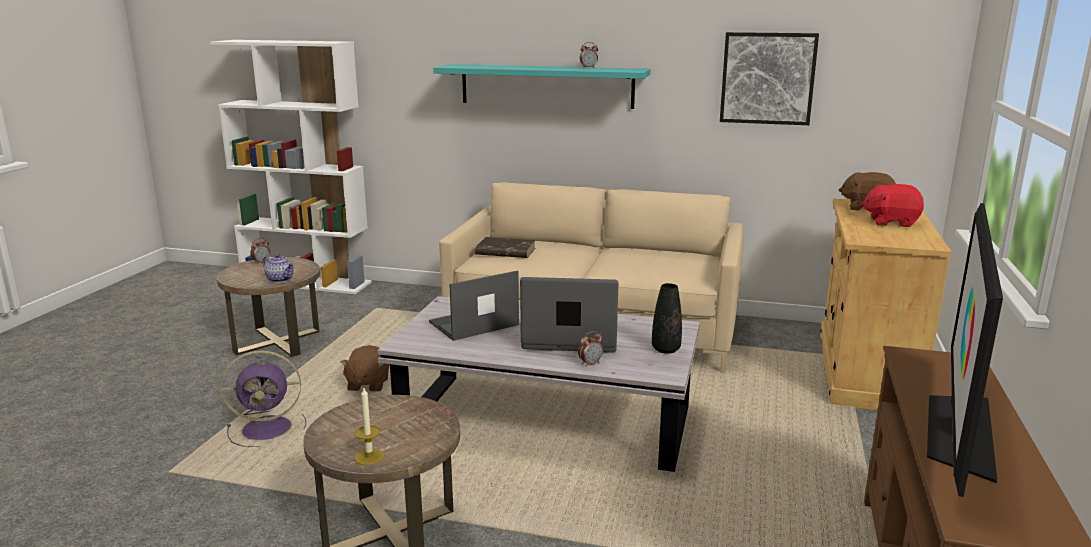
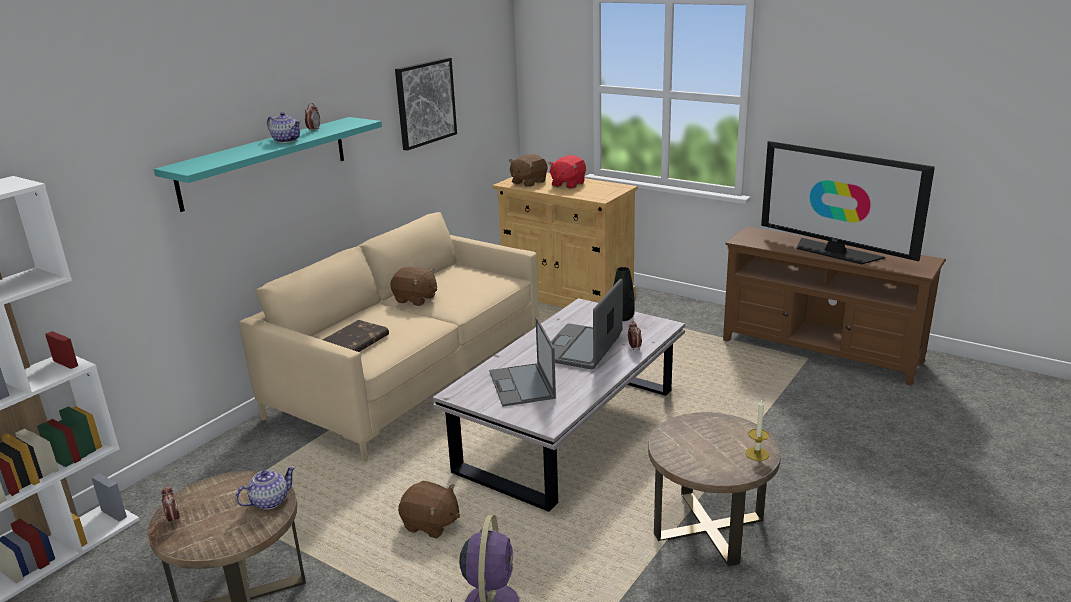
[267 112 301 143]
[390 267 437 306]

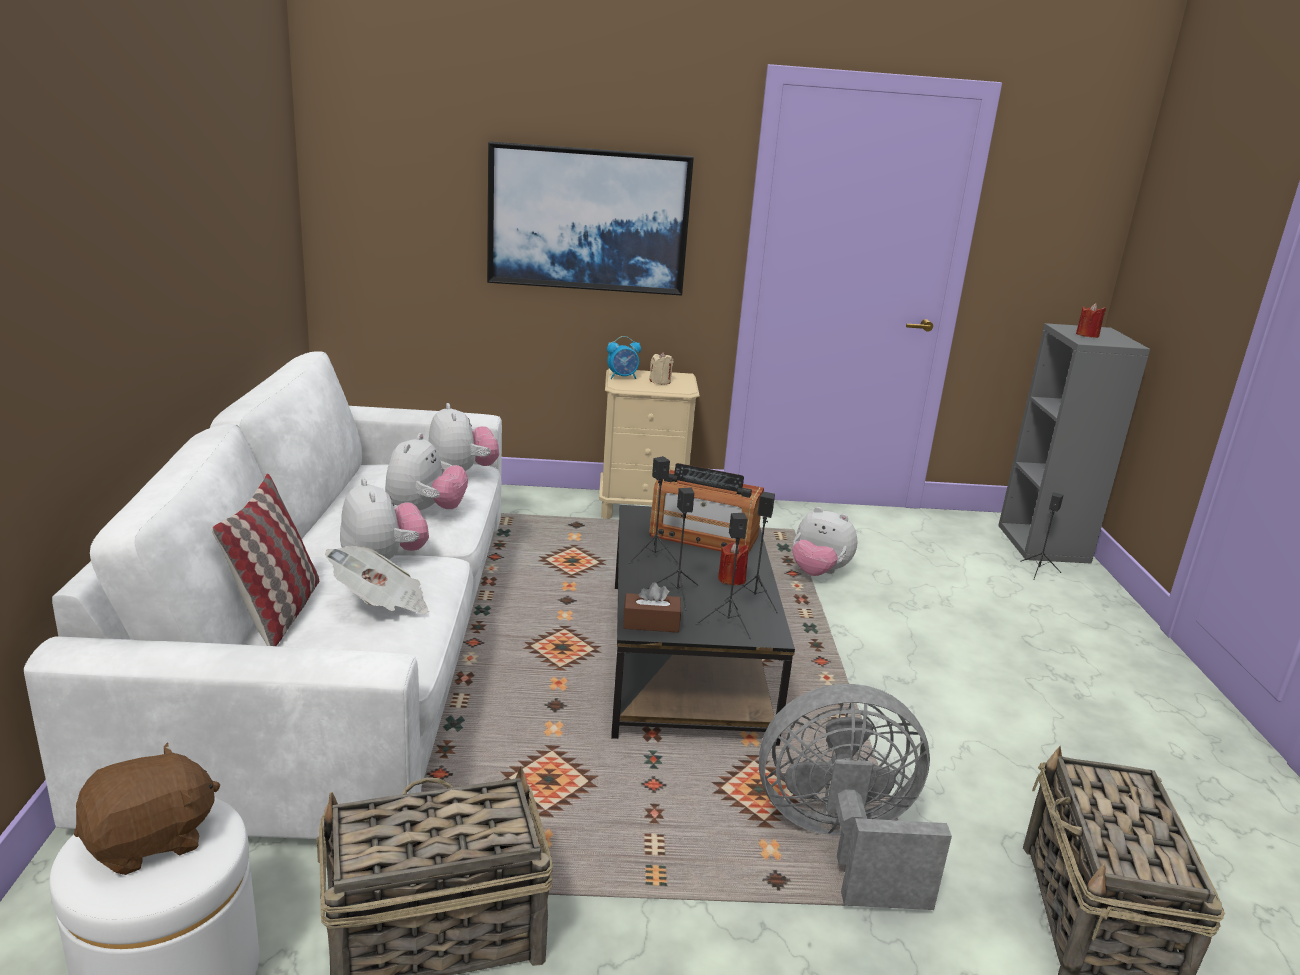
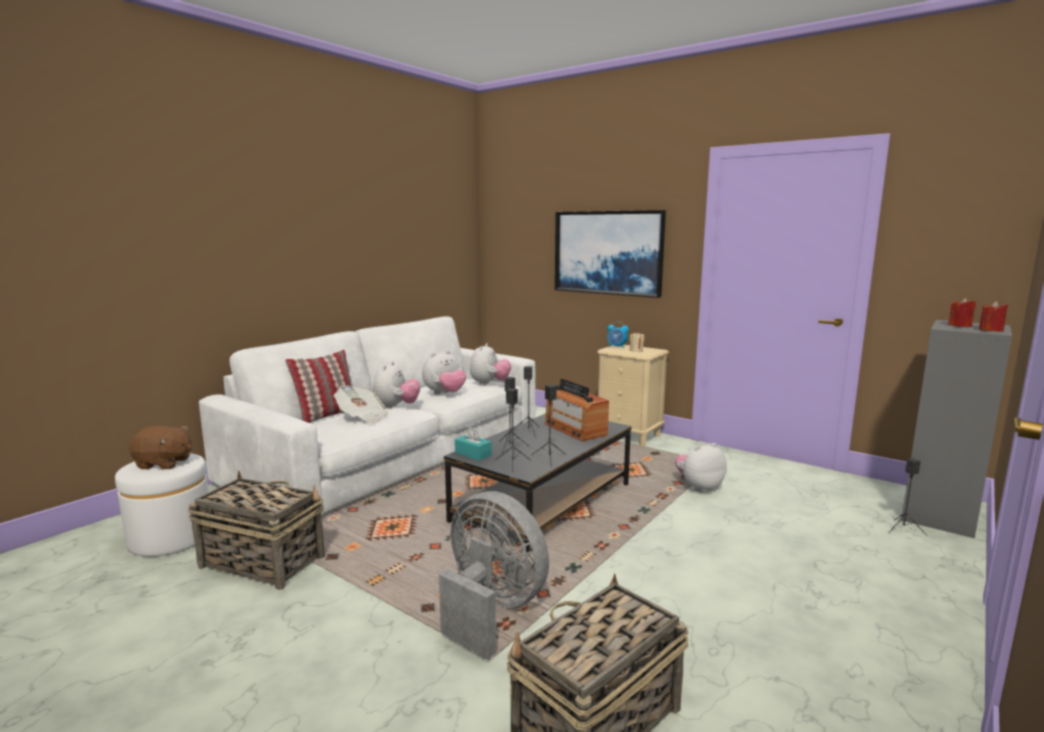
[979 301 1008 332]
[455 427 492 461]
[675 443 727 492]

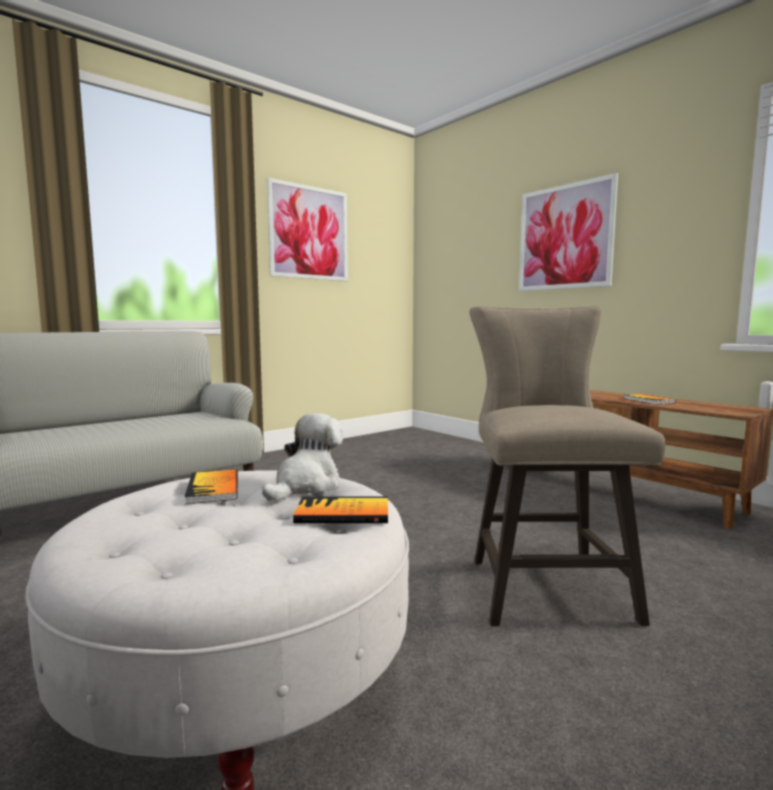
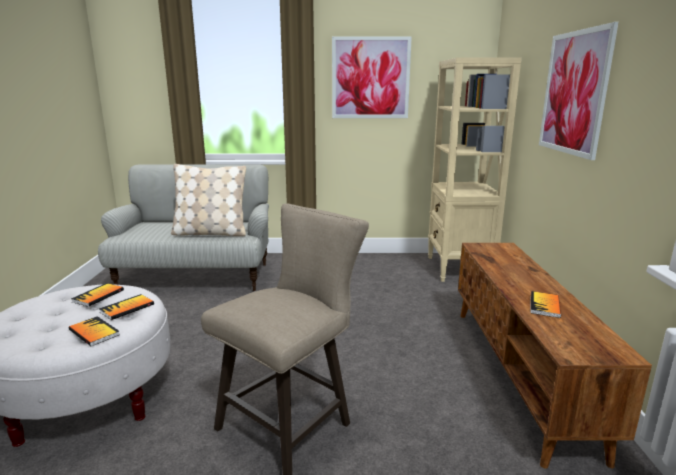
[171 164 246 236]
[428 57 522 282]
[99 294 154 320]

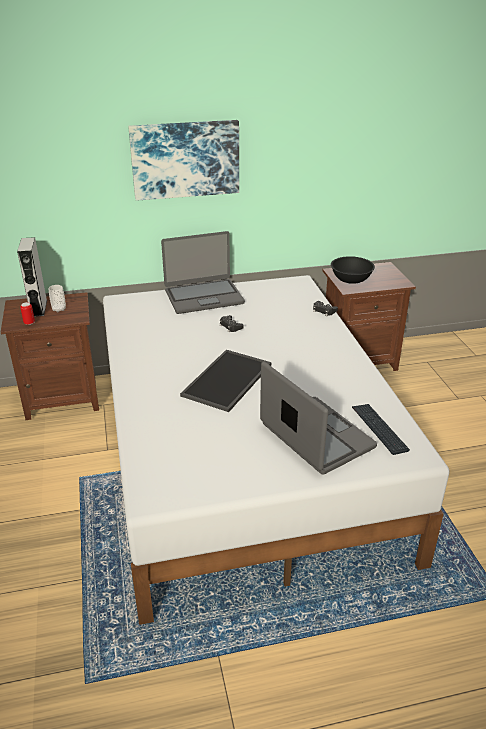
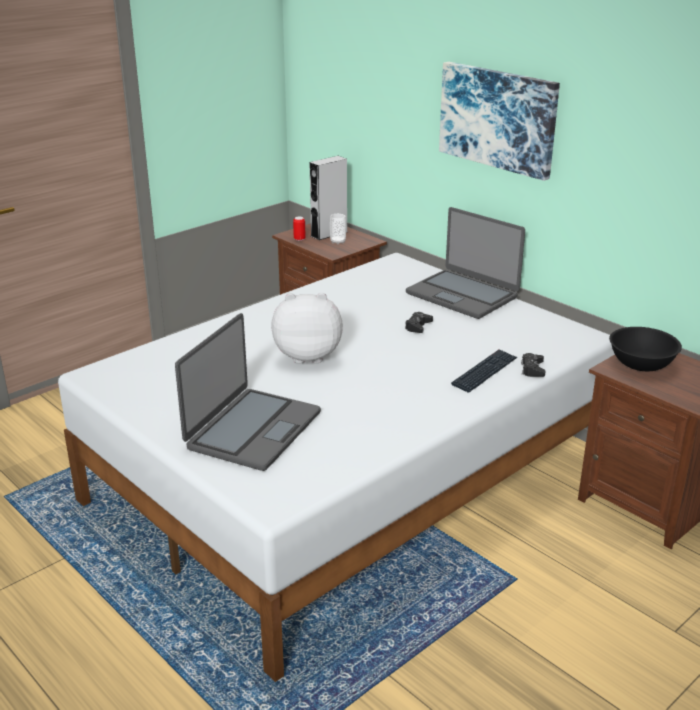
[451 349 517 393]
[271 293 343 364]

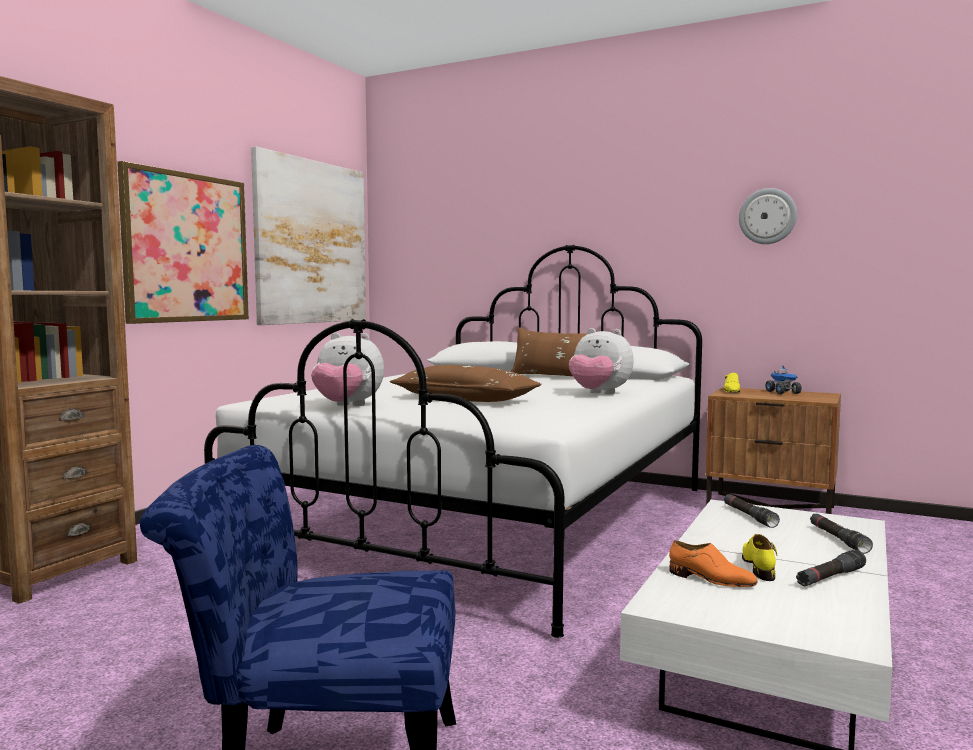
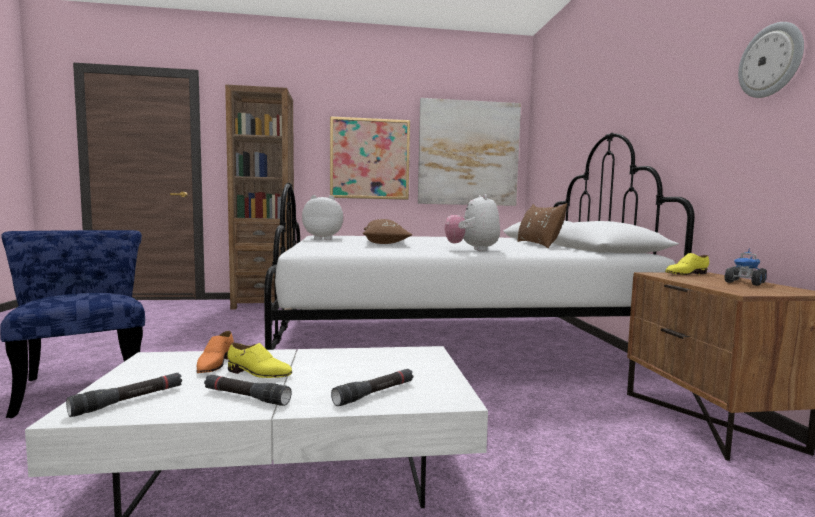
[66 373 182 417]
[302 195 344 240]
[227 343 292 378]

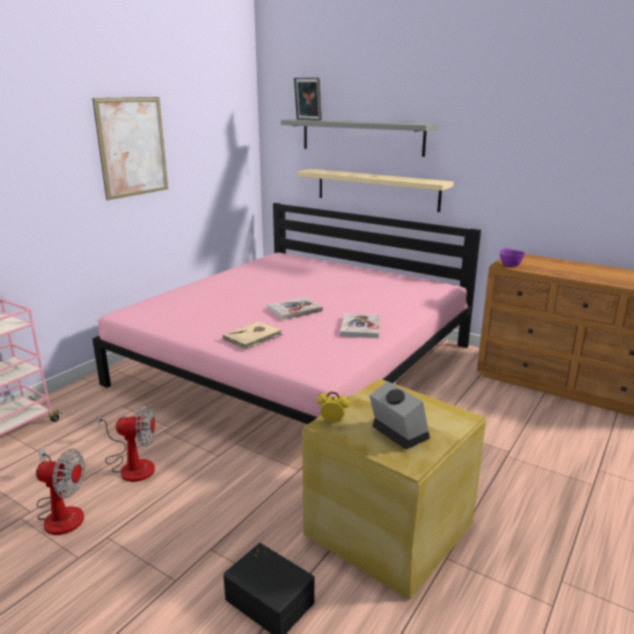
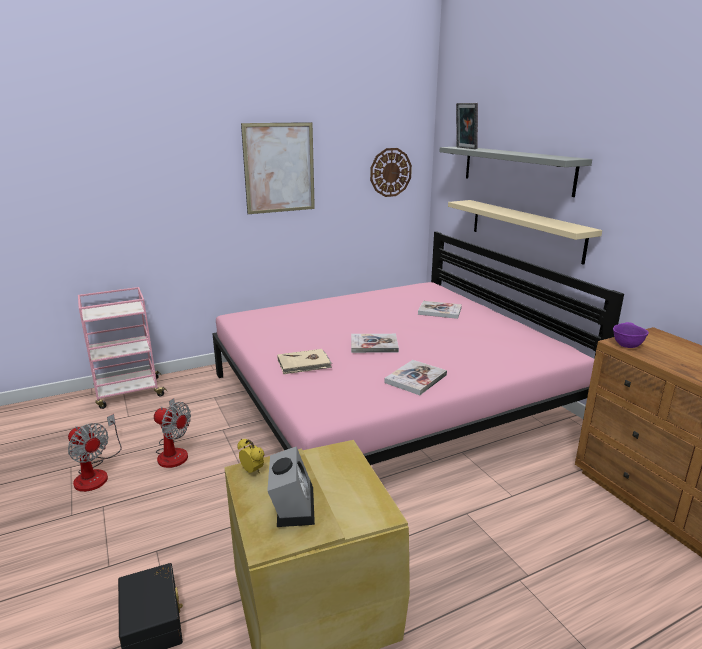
[370 148 412 197]
[418 301 462 319]

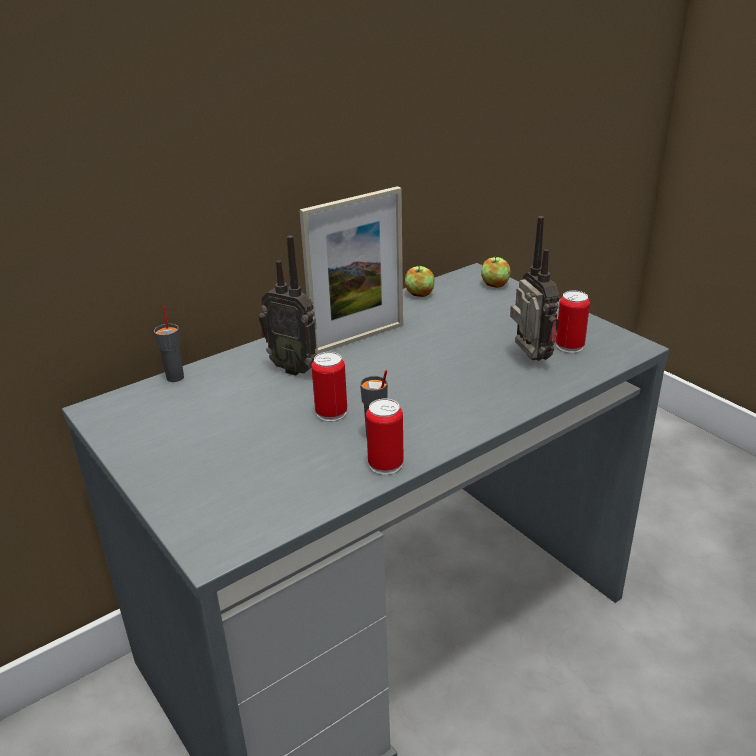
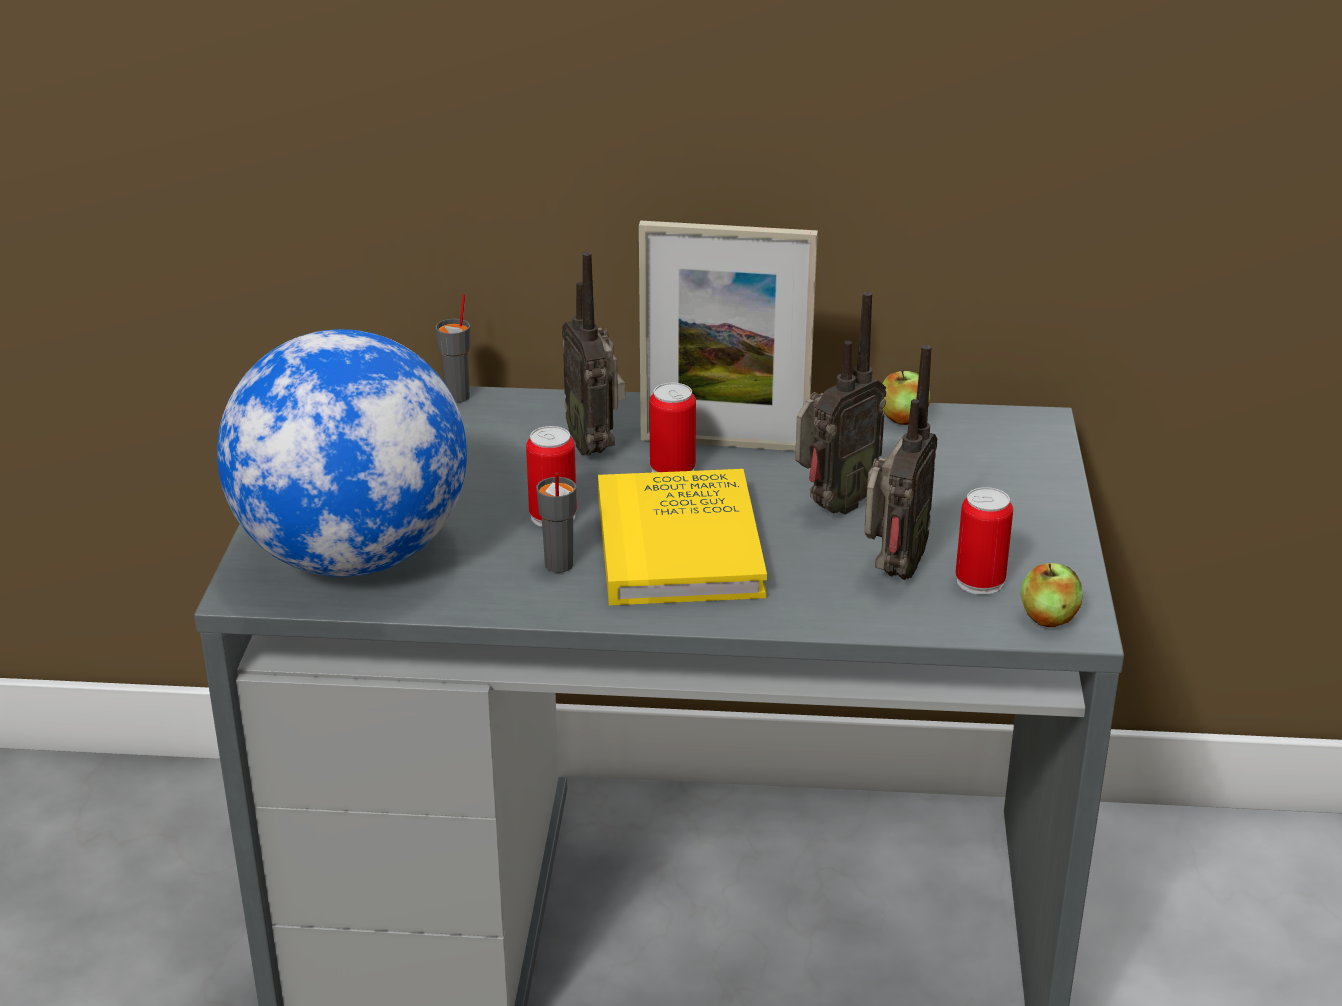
[217 329 467 577]
[598 469 767 606]
[795 292 886 515]
[650 383 696 473]
[1020 563 1082 627]

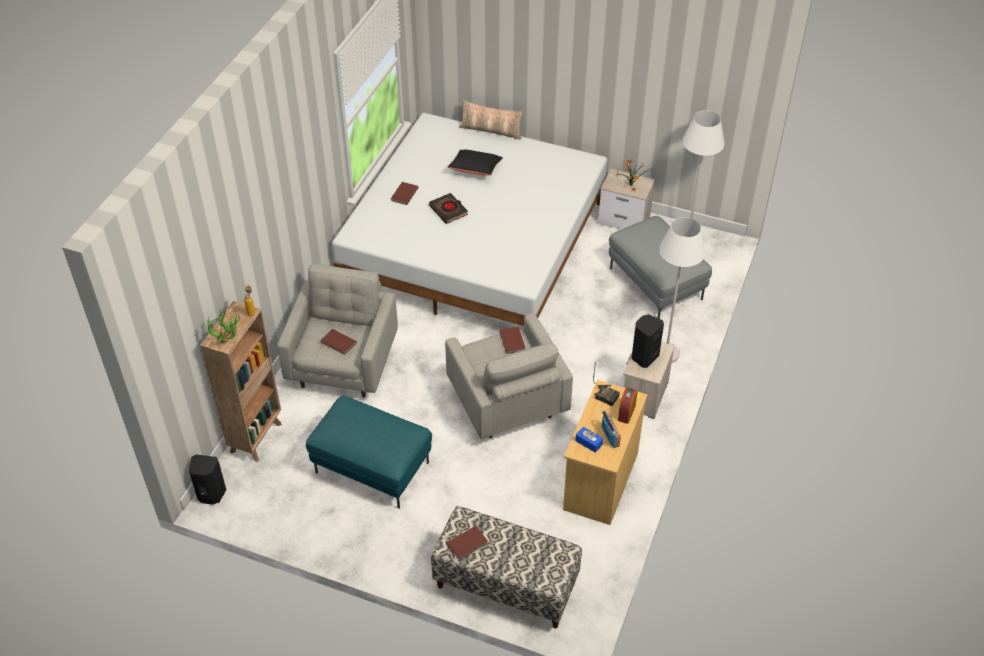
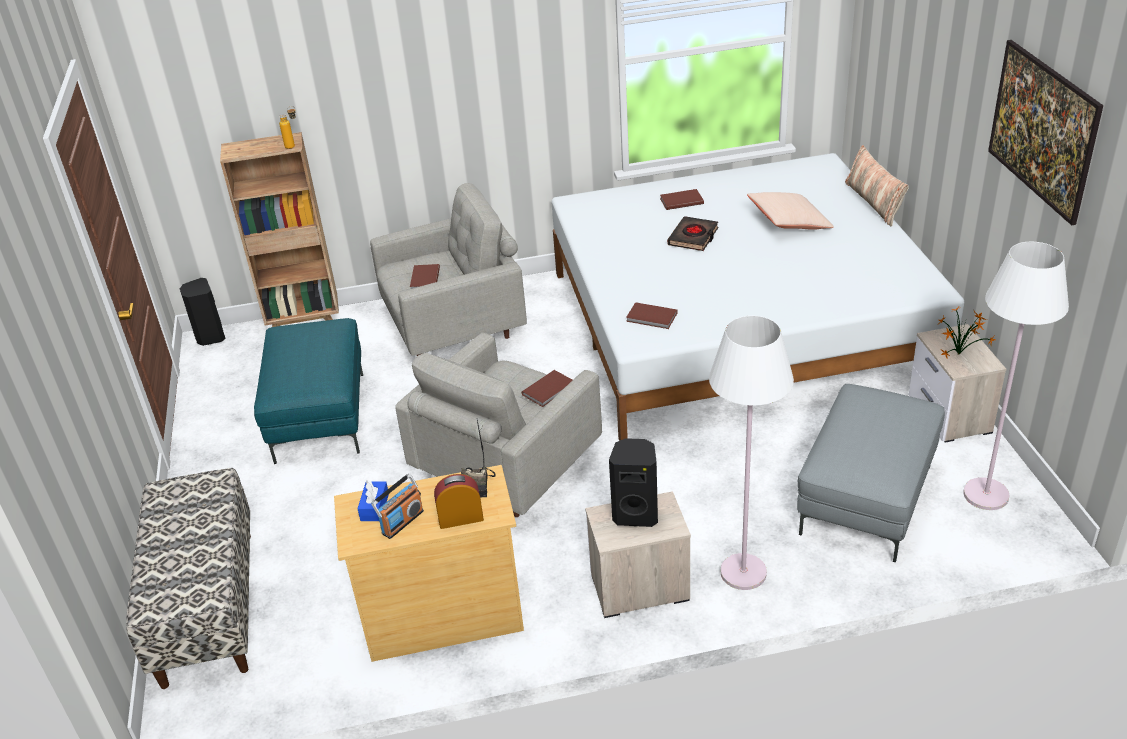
[206 310 240 343] (first image)
[988 40 1103 226]
[626 302 678 329]
[747 192 834 230]

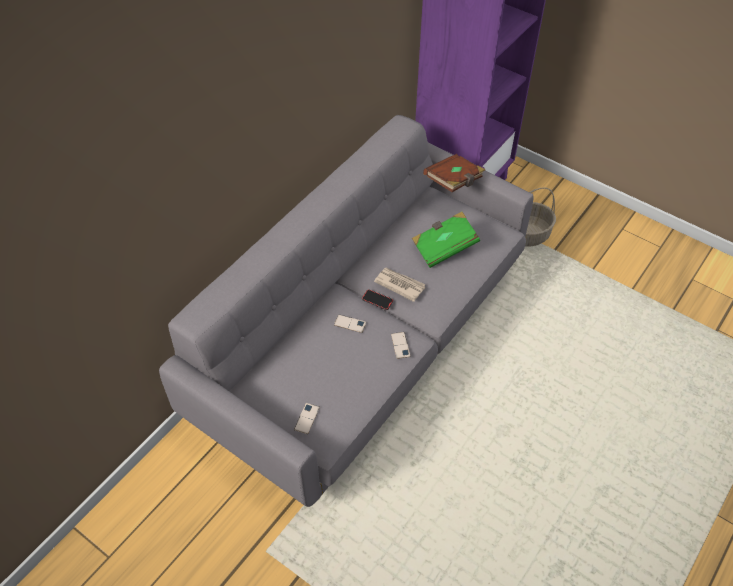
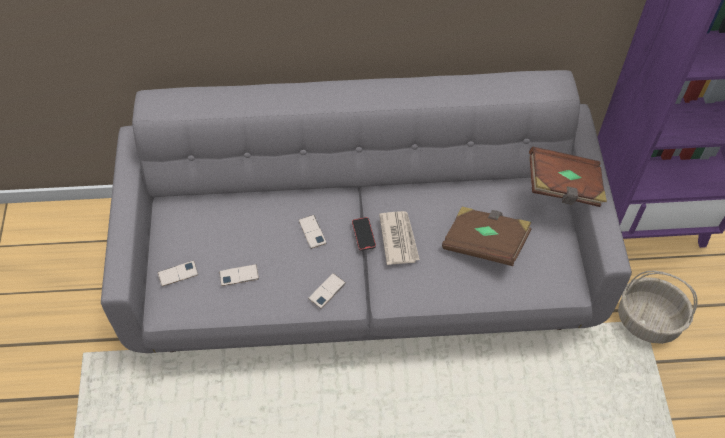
[219 264 259 286]
[442 207 532 266]

